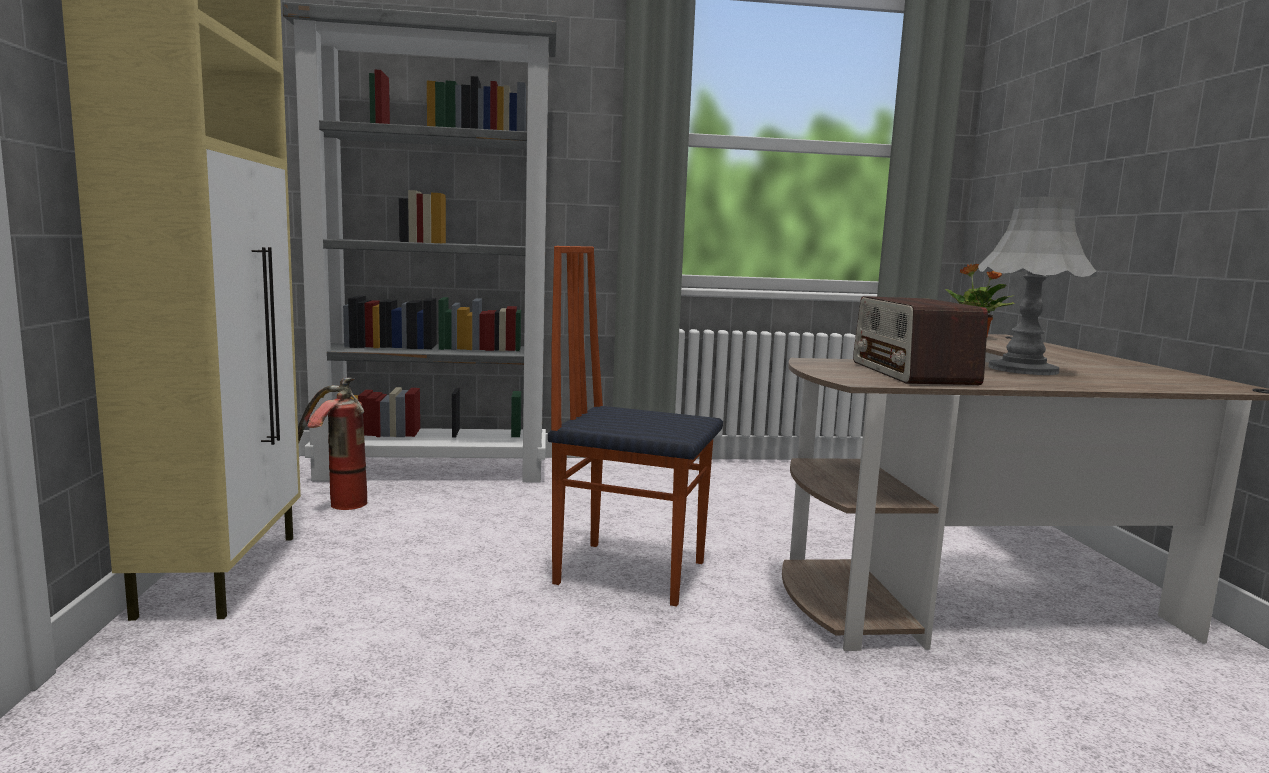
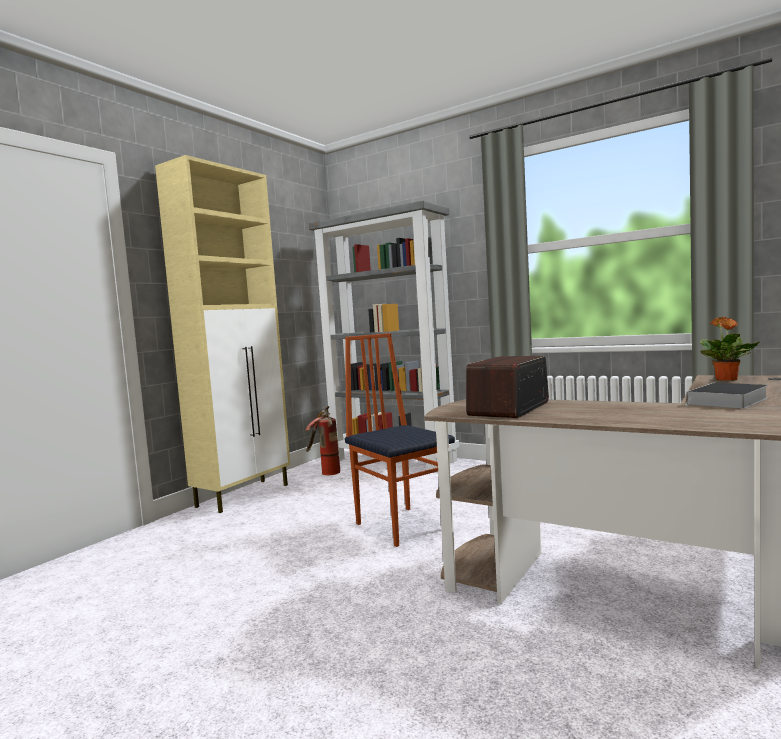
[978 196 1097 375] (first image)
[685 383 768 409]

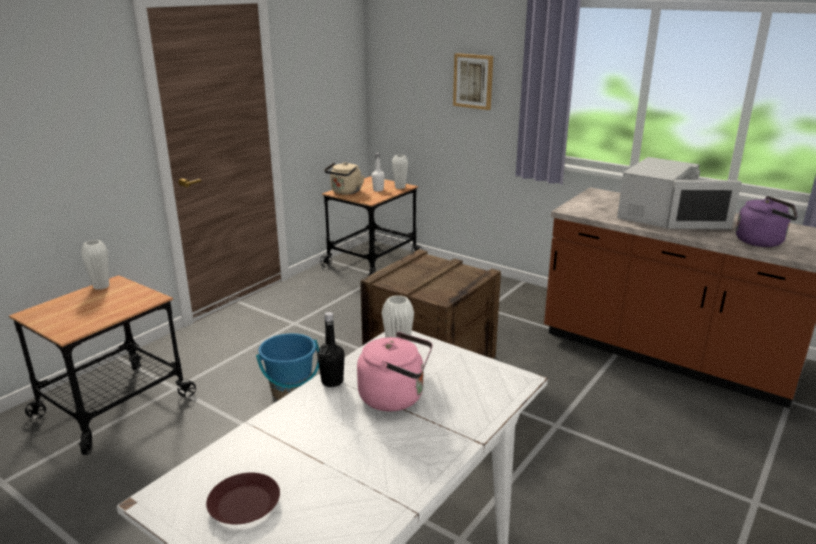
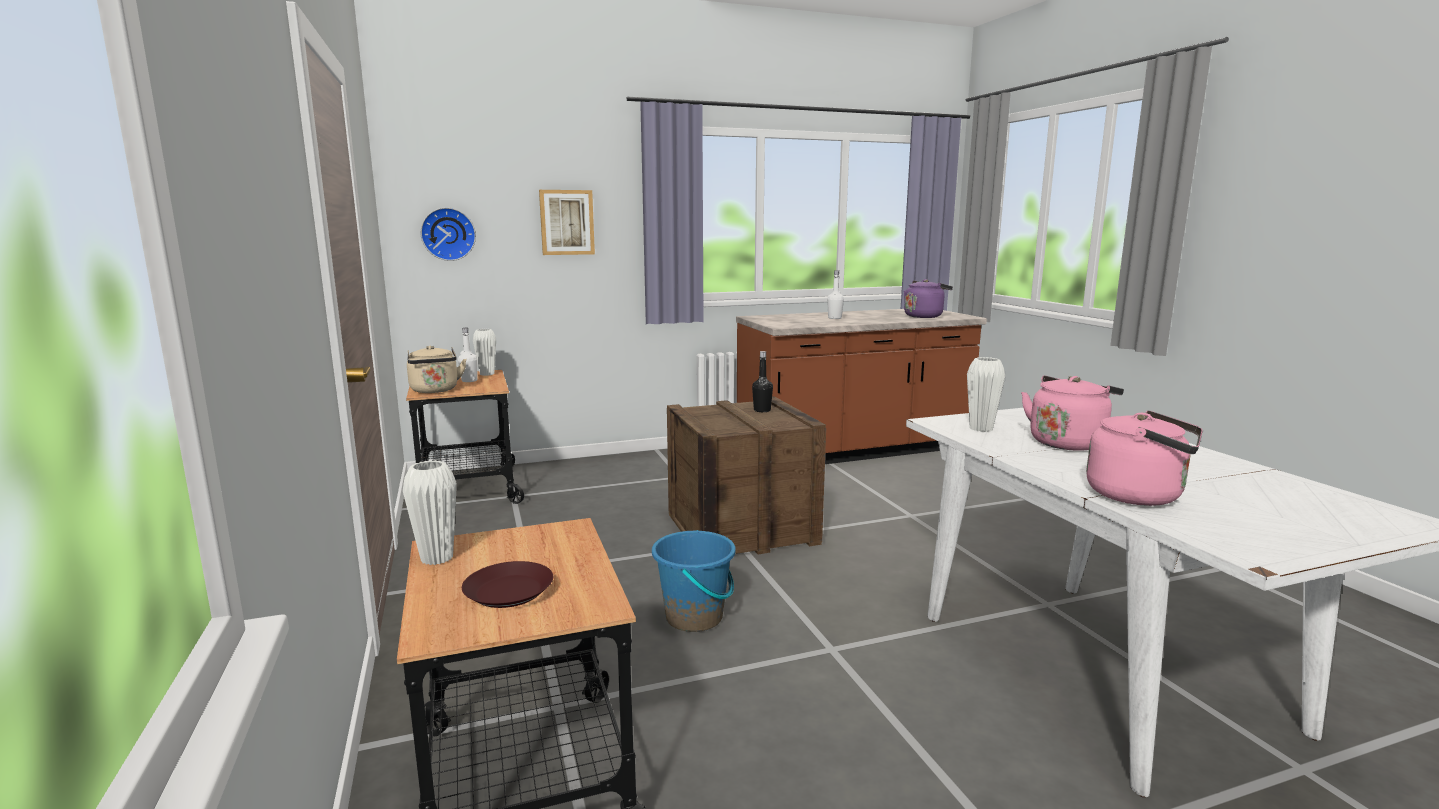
[420 207 476 261]
[1086 410 1203 506]
[462 561 553 608]
[752 351 773 412]
[827 270 844 319]

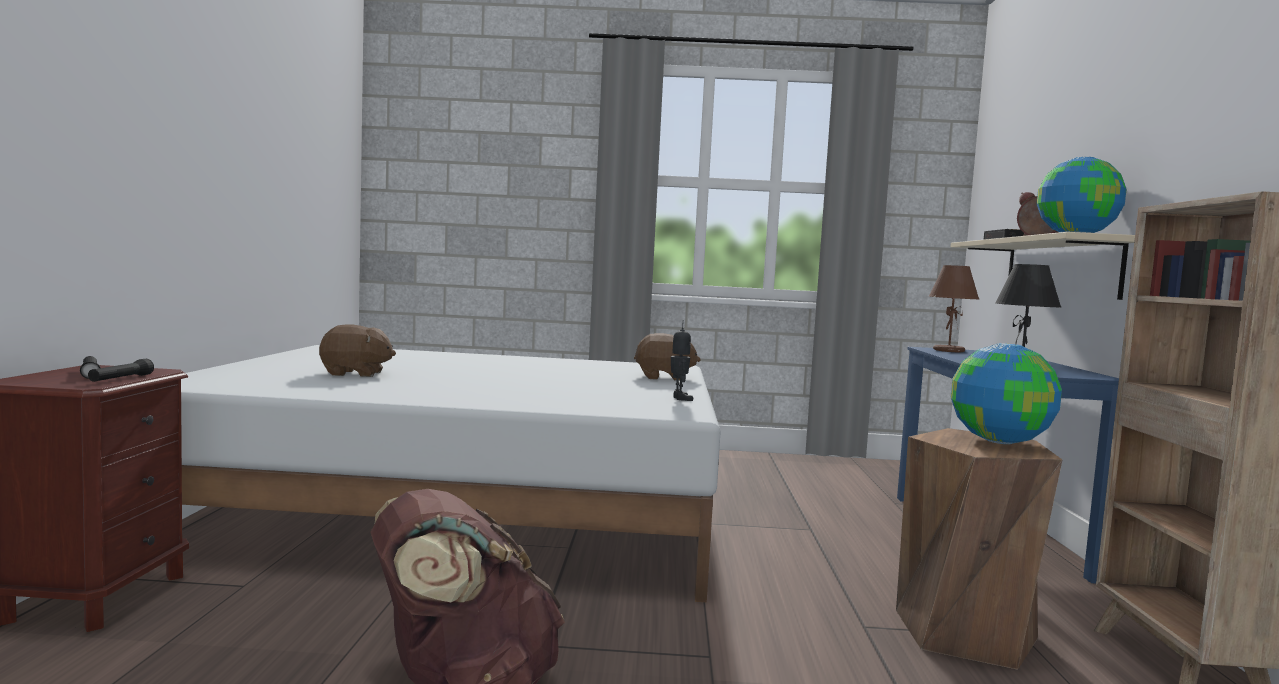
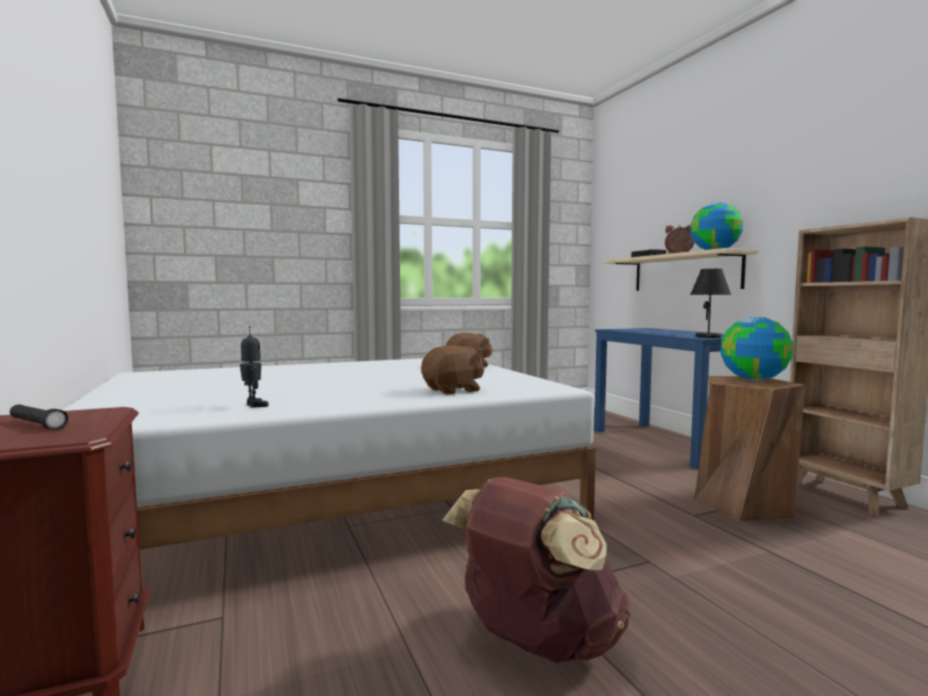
[88 359 154 382] (first image)
[929 265 979 352] (first image)
[421 345 484 394]
[240 326 269 408]

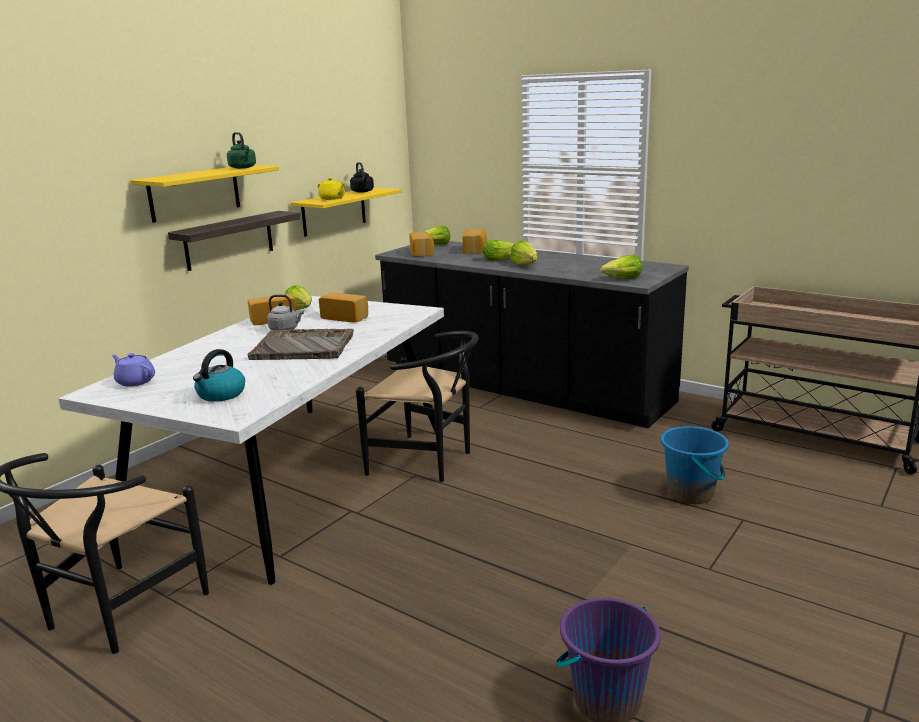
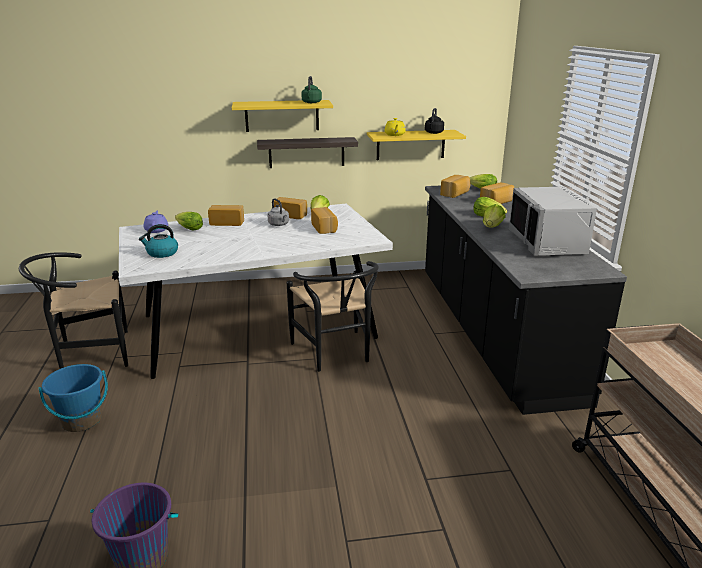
[248 329 354 360] (first image)
[208 205 244 226]
[509 187 597 255]
[175 212 203 231]
[39 364 108 432]

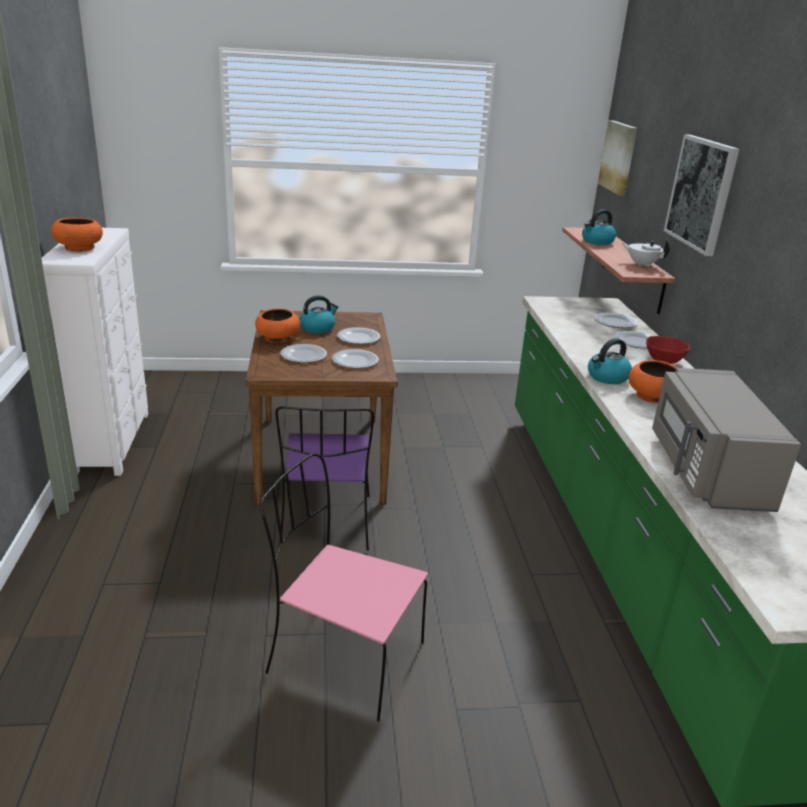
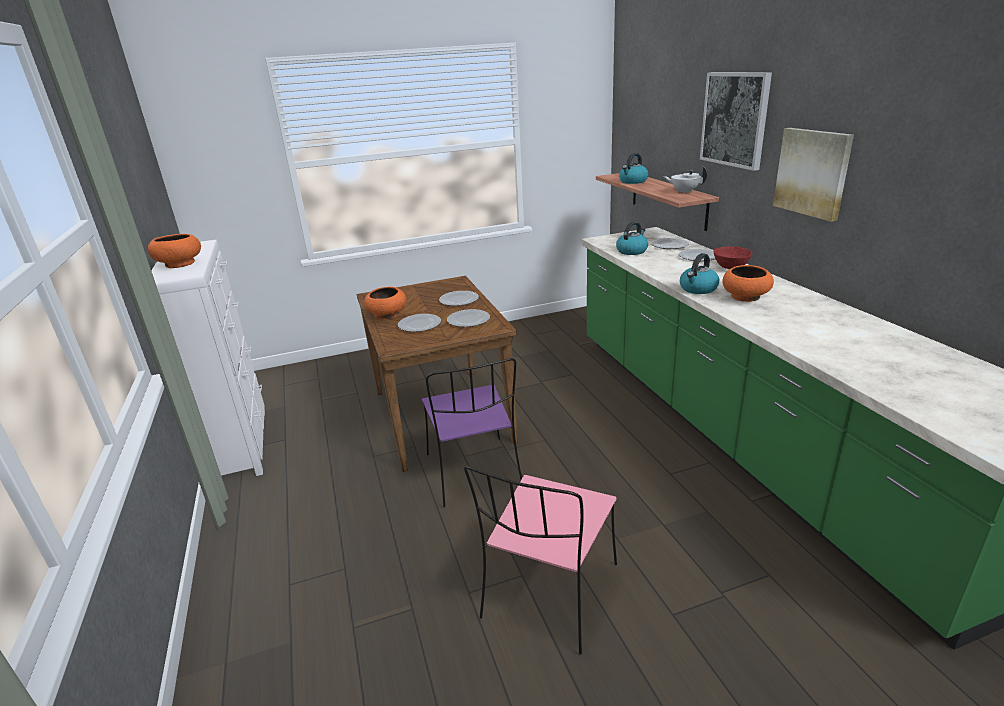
[652 368 801 512] (first image)
[616 221 648 255]
[773 128 854 222]
[464 466 617 655]

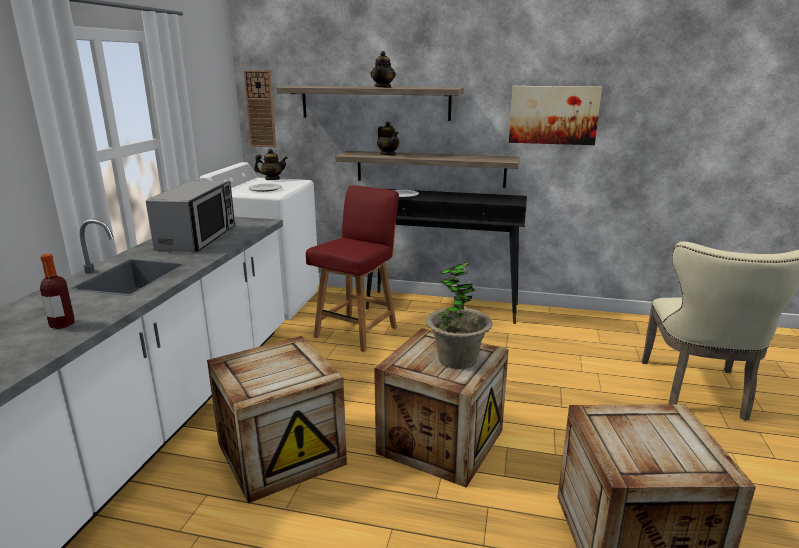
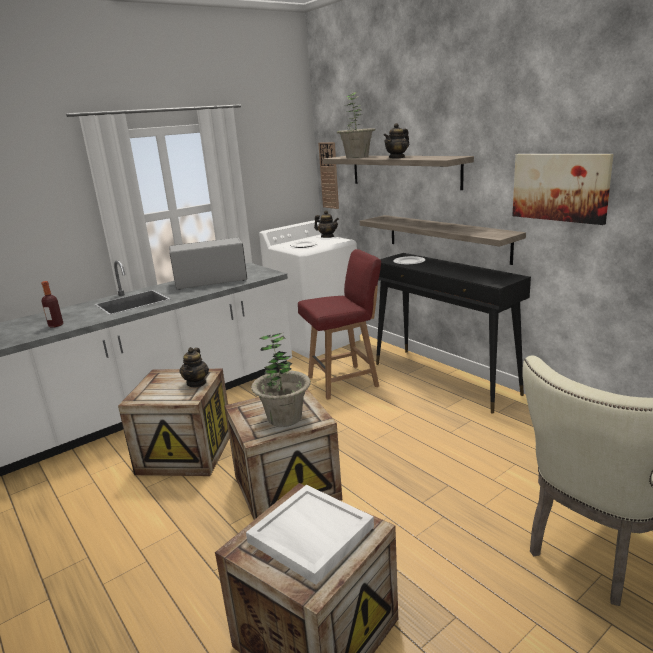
[246 485 374 585]
[337 92 376 158]
[180 347 209 387]
[169 237 247 290]

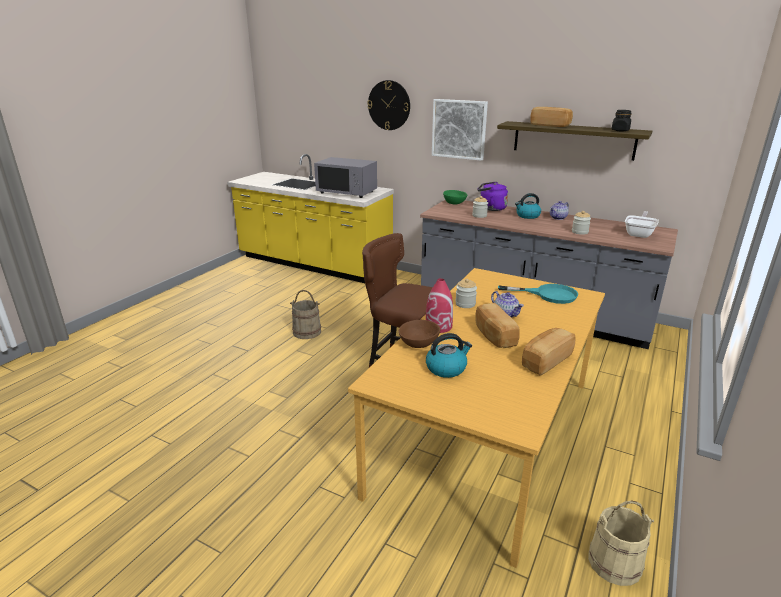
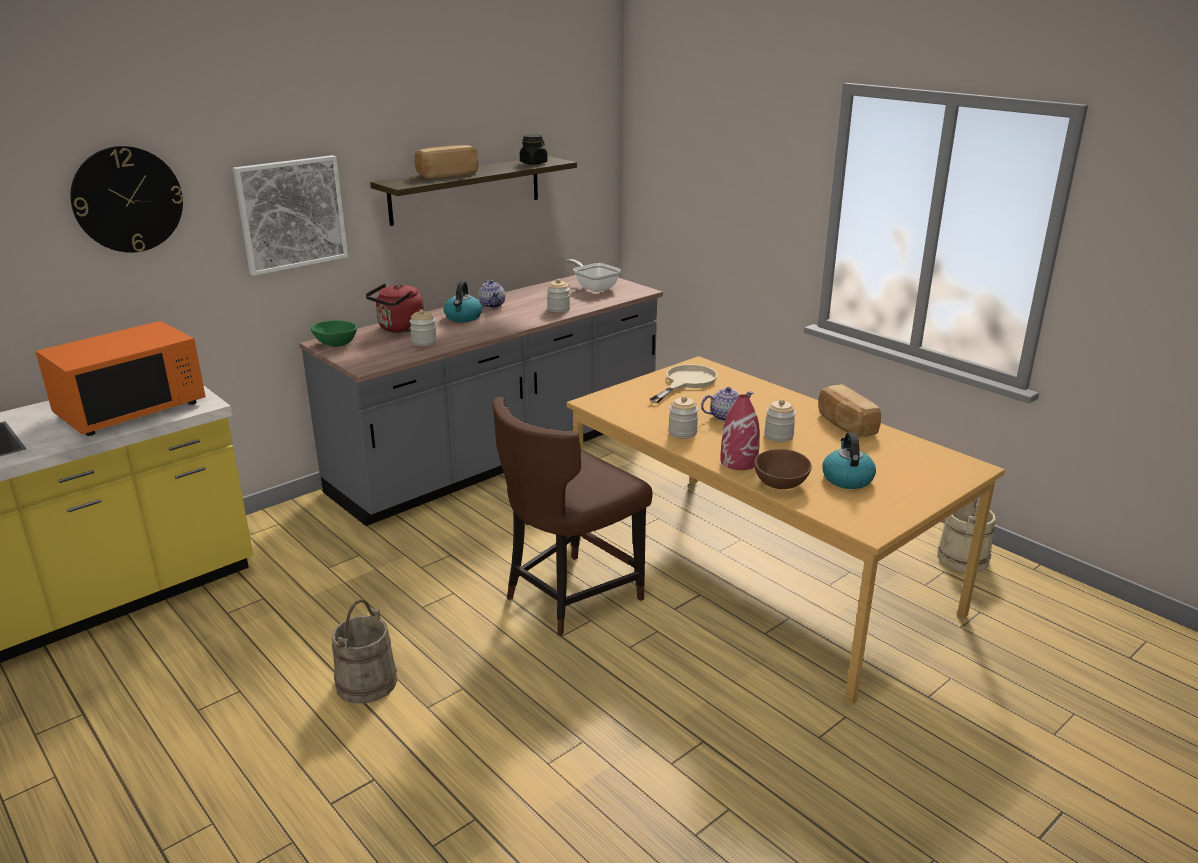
[764 399 796 442]
[36 321 206 436]
[366 284 424 333]
[649 364 718 404]

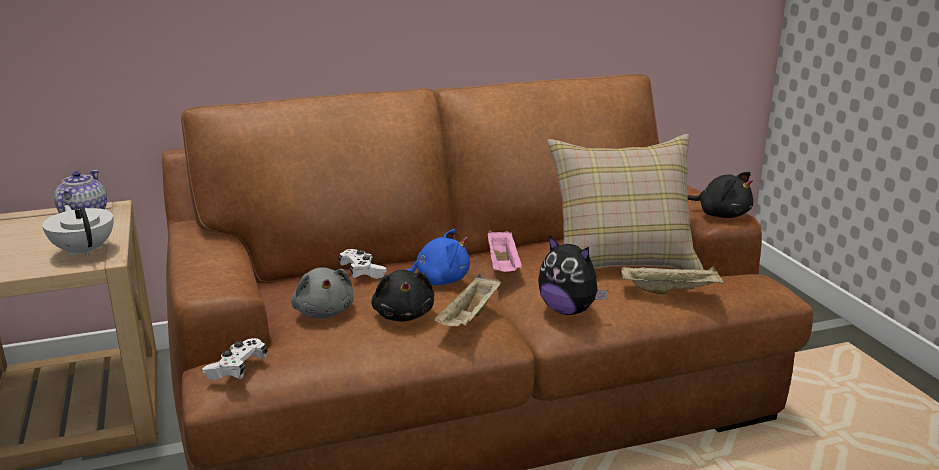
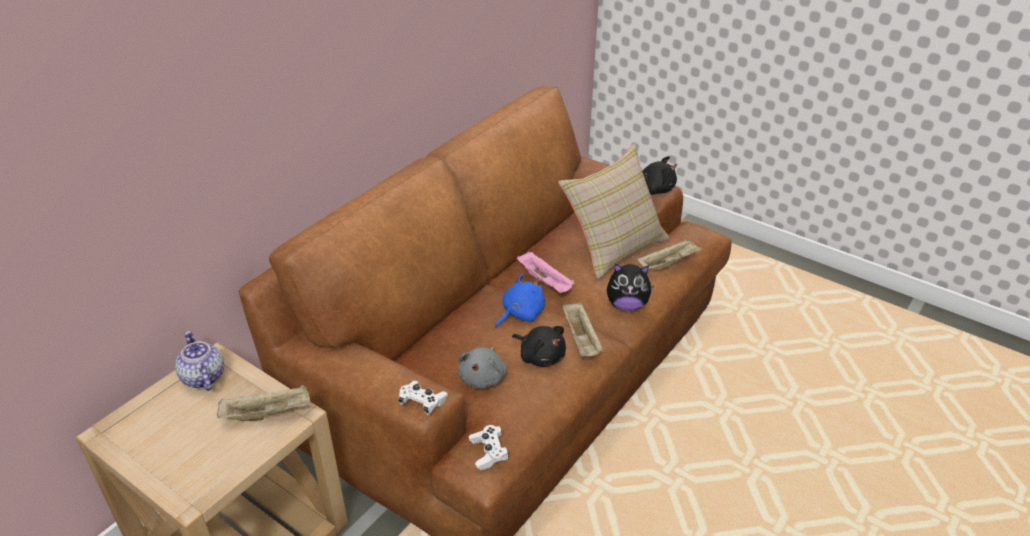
[398 381 448 415]
[217 385 310 421]
[458 347 507 389]

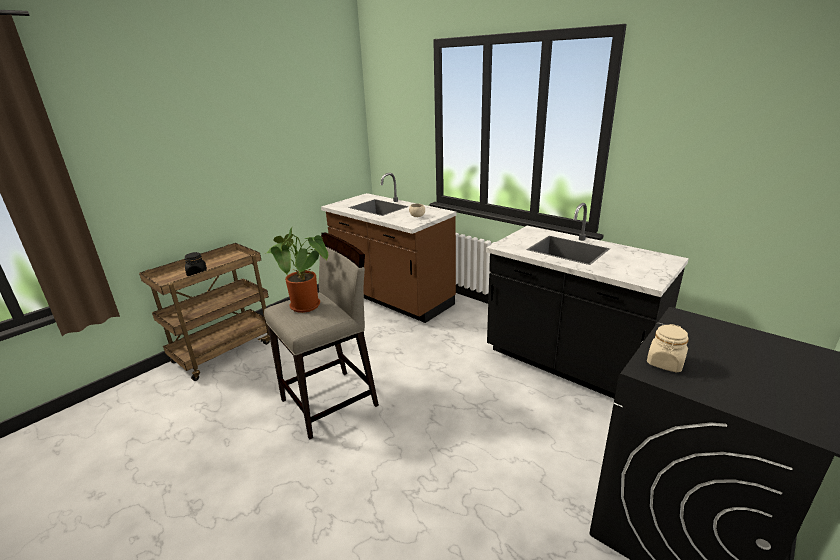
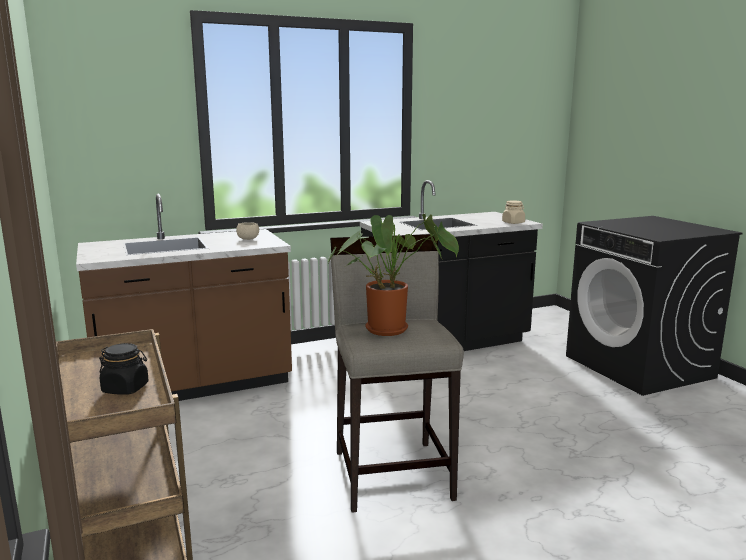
[502 201 525 224]

